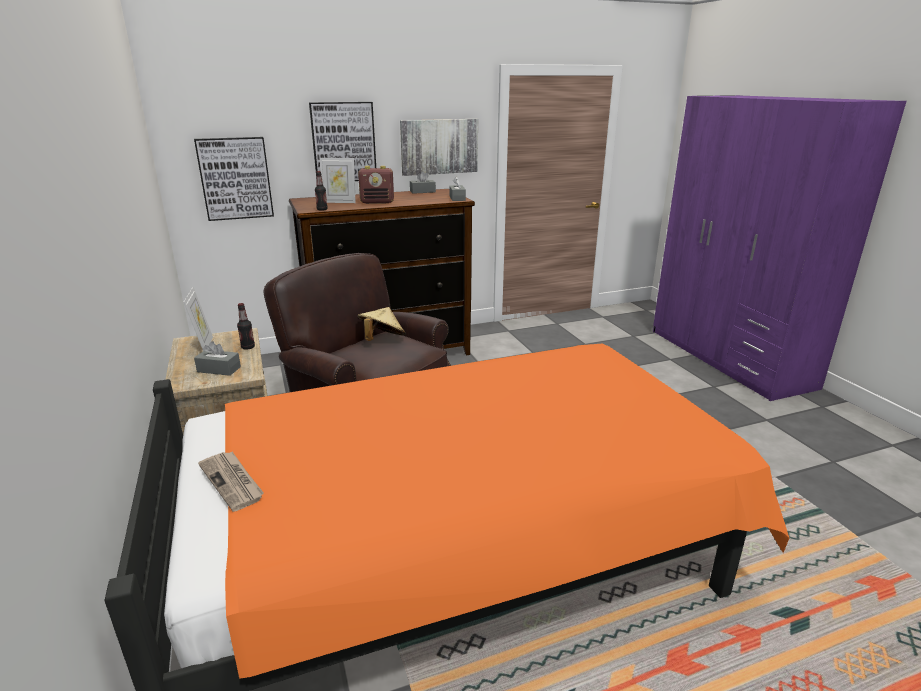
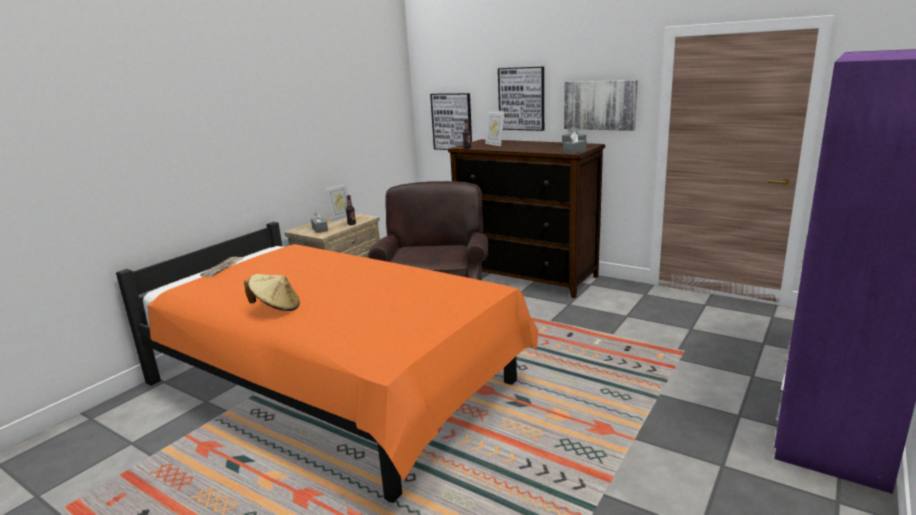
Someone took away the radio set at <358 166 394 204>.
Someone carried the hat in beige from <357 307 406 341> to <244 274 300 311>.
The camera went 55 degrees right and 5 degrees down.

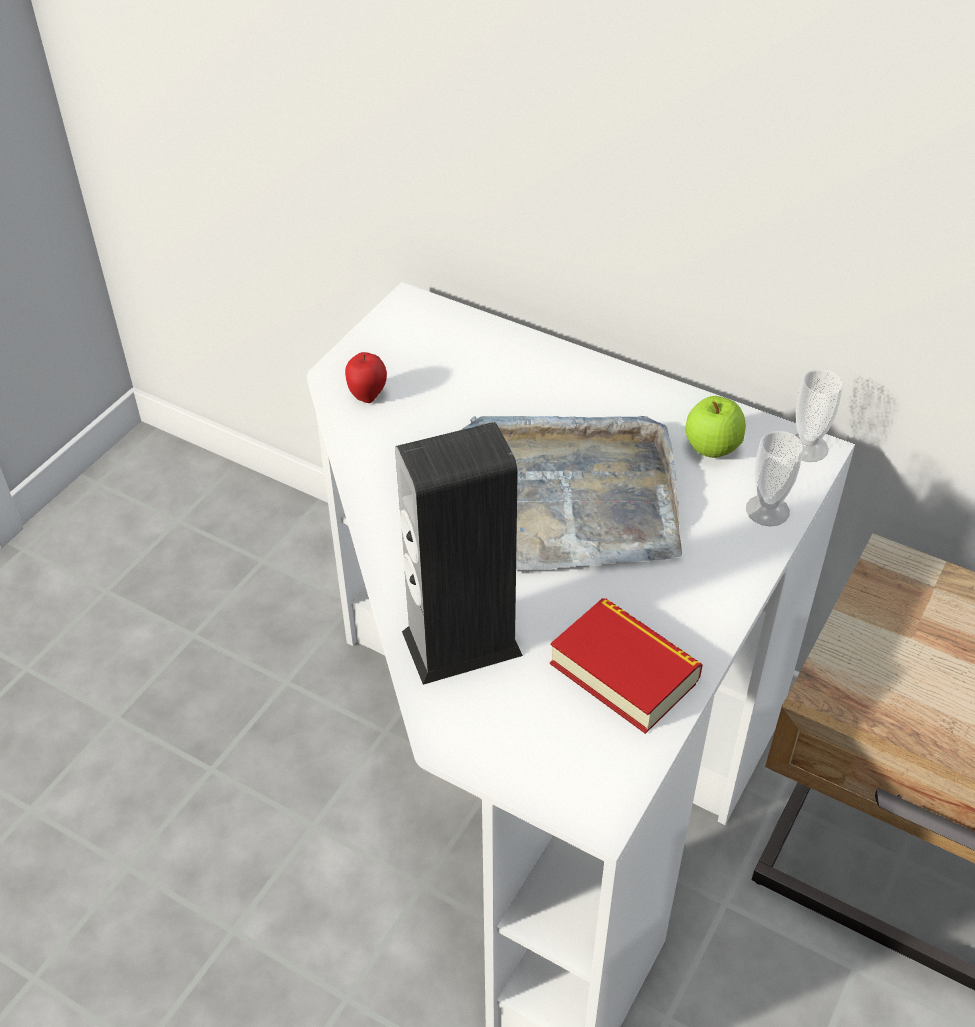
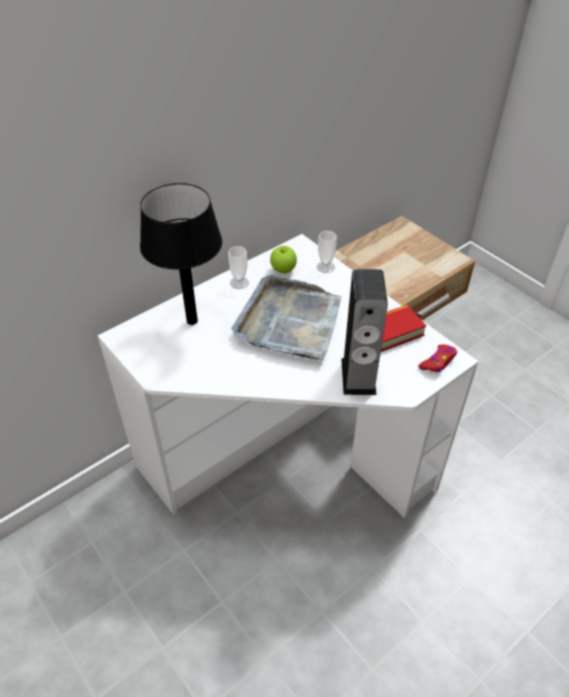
Someone took away the whole apple at <345 352 387 403>.
Someone put down the table lamp in blackish at <140 183 222 325>.
Someone put down the gamepad in red-coloured at <418 345 457 372>.
Someone carried the cup from <795 369 843 462> to <228 246 249 289>.
The camera went 70 degrees left and 0 degrees up.

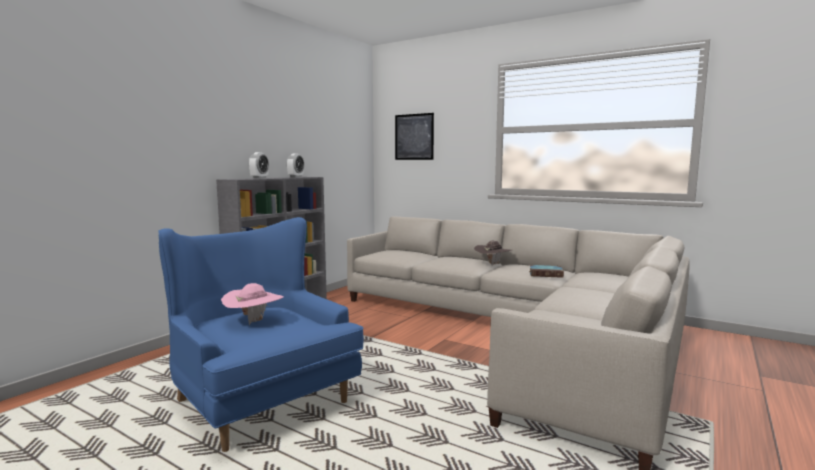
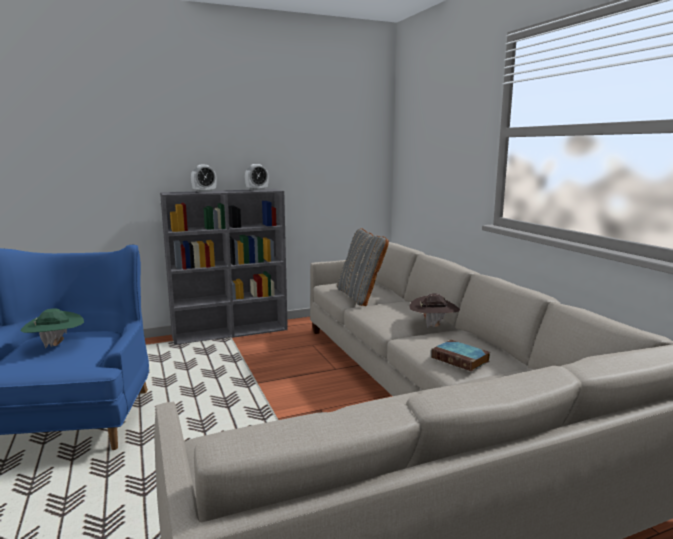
Someone took away the wall art at <395 113 434 160>.
Someone put down the pillow in grey at <337 228 389 306>.
Someone repainted the hat in pink-coloured at <221 283 284 325>, which became the hat in green at <21 308 84 348>.
The camera went 35 degrees right and 5 degrees up.

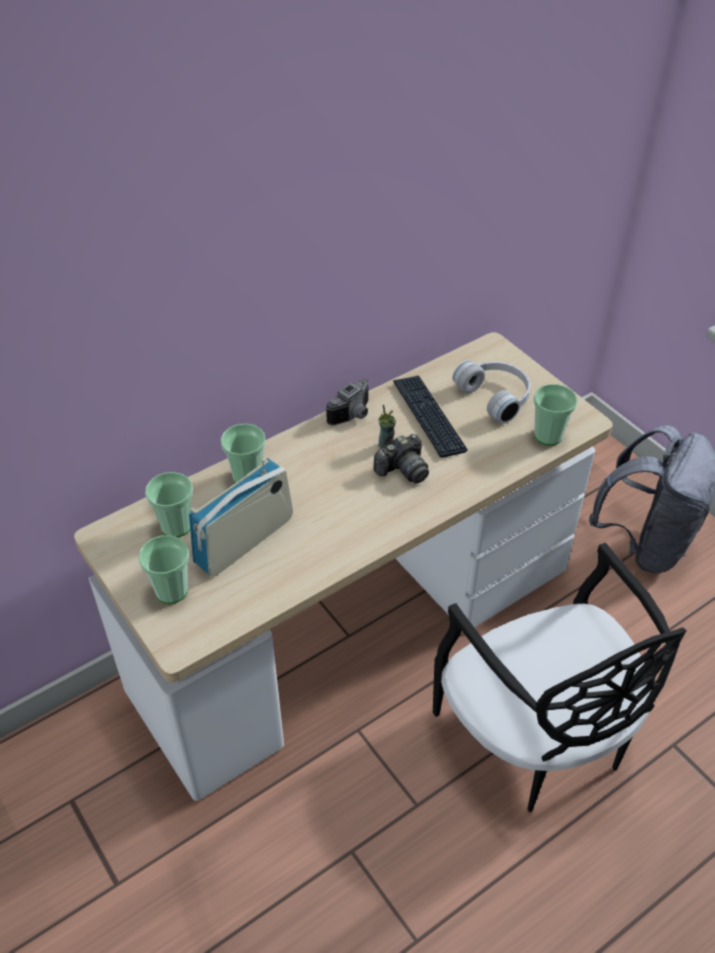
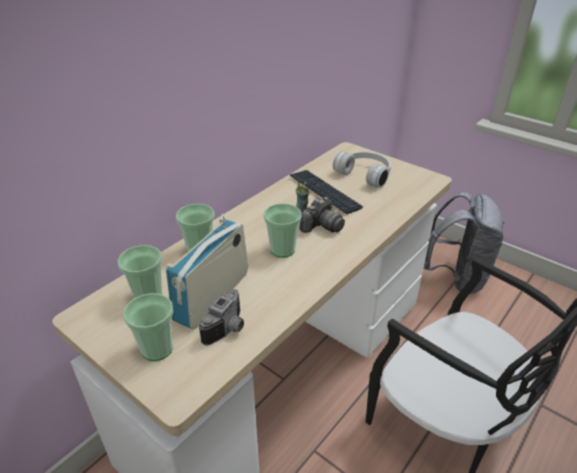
Someone carried the photo camera from <326 379 369 425> to <199 289 244 345>.
Someone carried the cup from <533 384 578 445> to <264 203 302 258>.
The camera went 15 degrees left and 10 degrees down.

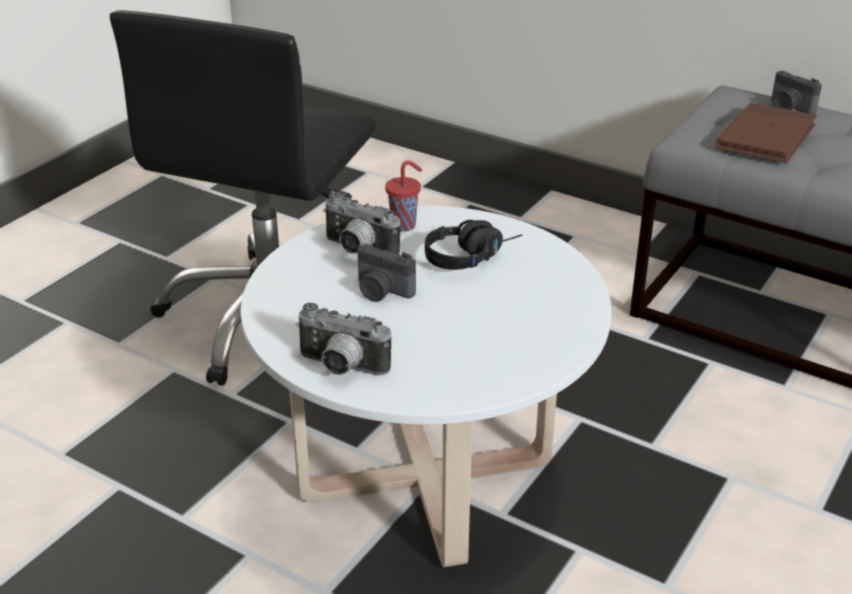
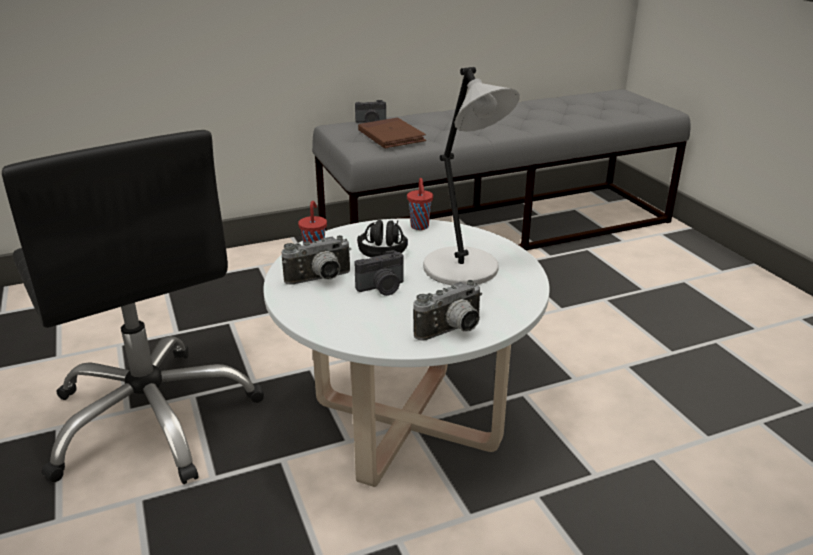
Someone put down the cup in red-coloured at <407 178 433 230>.
Someone put down the table lamp in grey at <423 67 520 285>.
The camera went 55 degrees left and 5 degrees down.

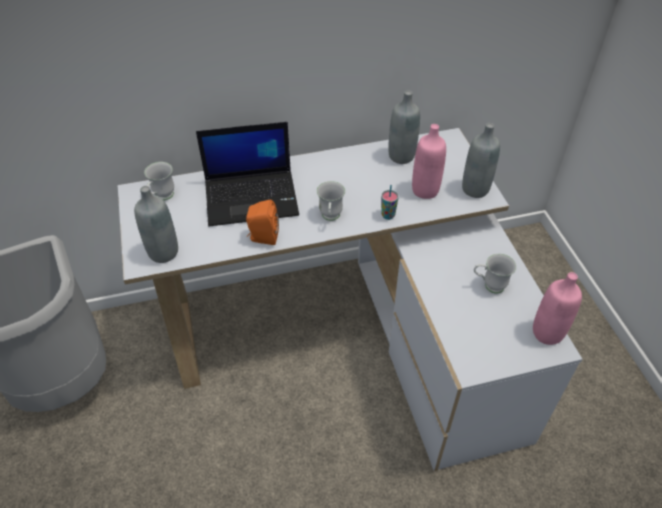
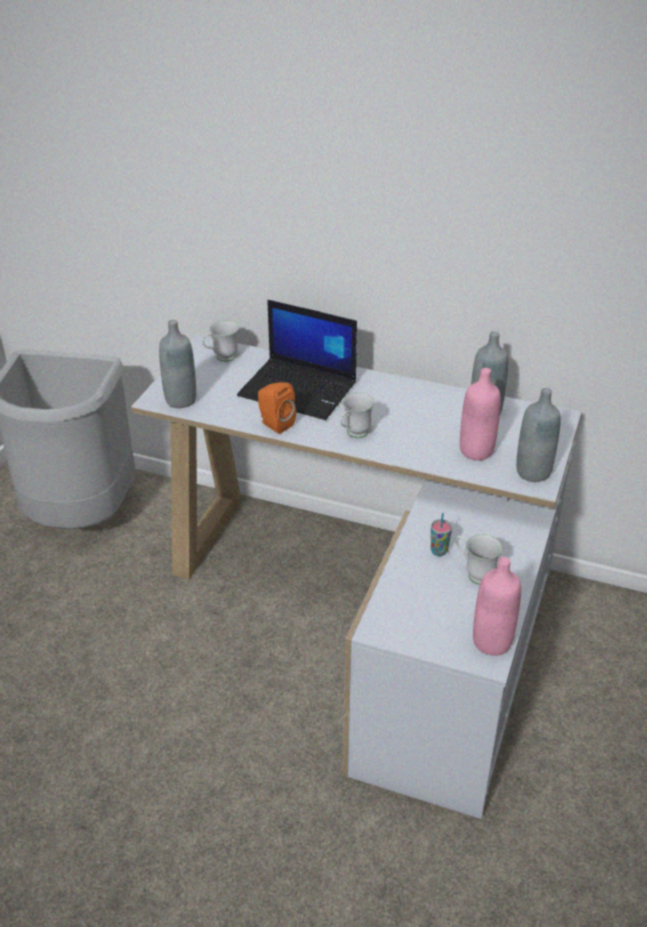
Someone carried the cup from <381 185 399 220> to <431 513 452 556>.
The camera went 35 degrees right and 10 degrees down.

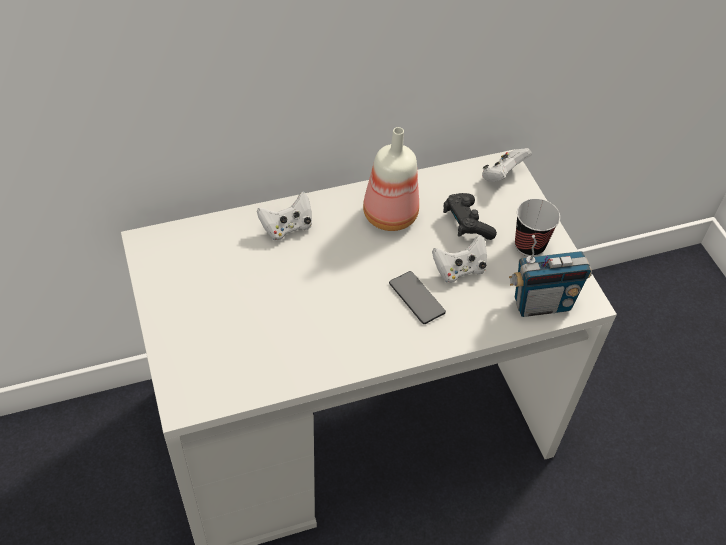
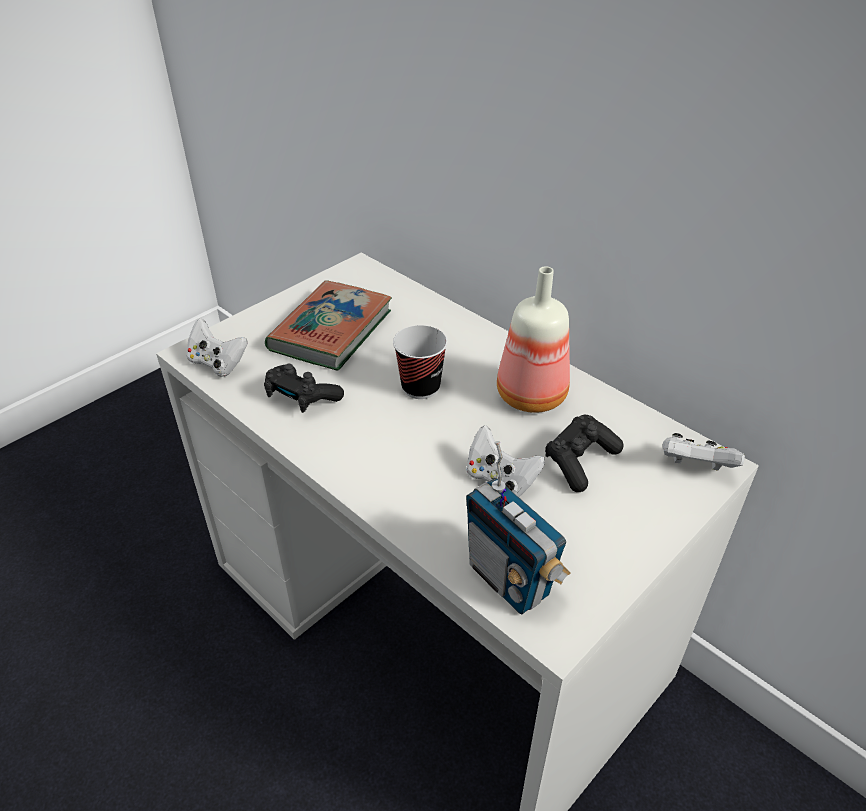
Someone took away the telephone at <389 271 446 324>.
Someone put down the gamepad in blackish at <264 364 344 413>.
Someone put down the book at <265 280 392 370>.
Someone carried the gamepad in whitish from <257 192 312 241> to <186 318 248 377>.
Someone carried the cup from <515 199 560 257> to <393 325 448 399>.
The camera went 65 degrees right and 10 degrees down.

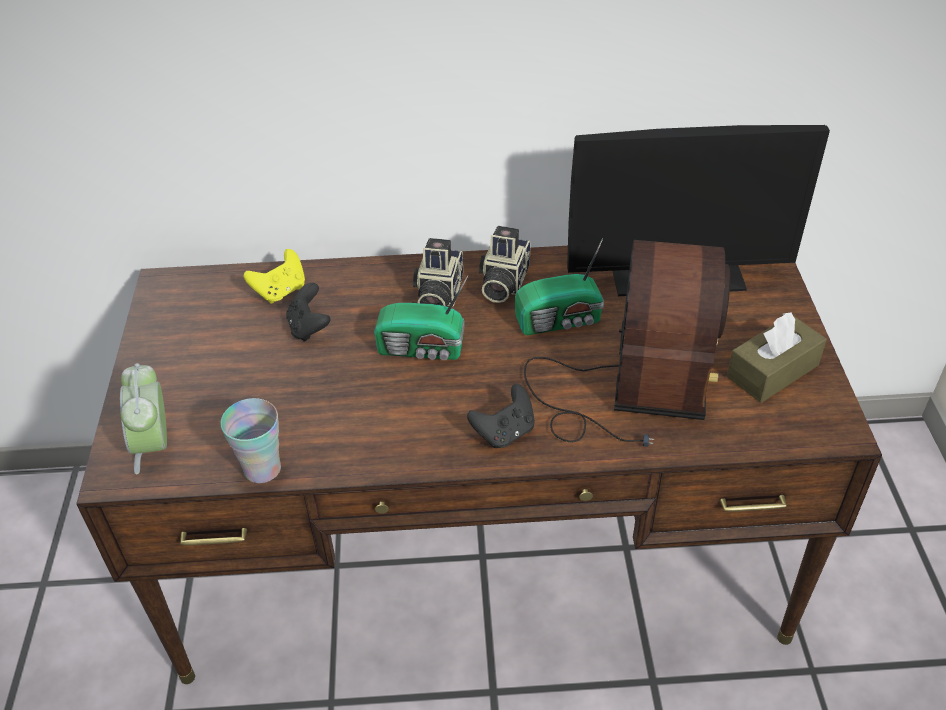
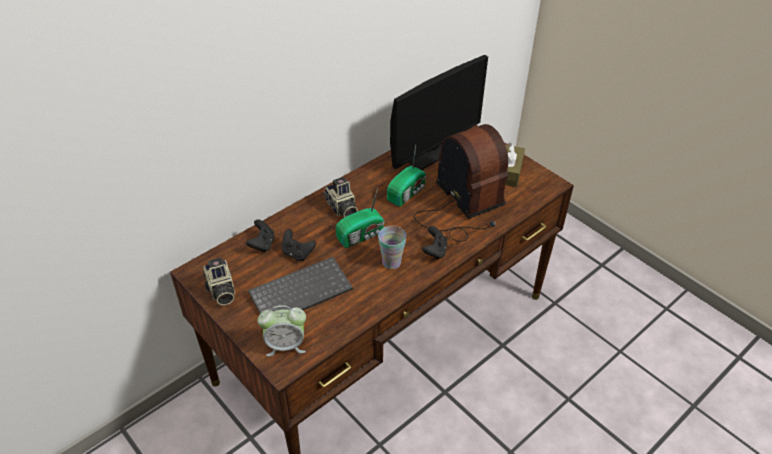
Someone put down the keyboard at <248 257 353 314>.
Someone carried the cup from <220 398 281 483> to <378 226 407 269>.
Someone carried the photo camera from <479 226 530 303> to <203 258 235 305>.
Someone repainted the gamepad in yellow-coloured at <244 249 305 304>, which became the gamepad in blackish at <246 220 275 253>.
Someone rotated the table clock at <120 363 167 474> by 45 degrees counterclockwise.
The camera went 40 degrees left and 0 degrees up.

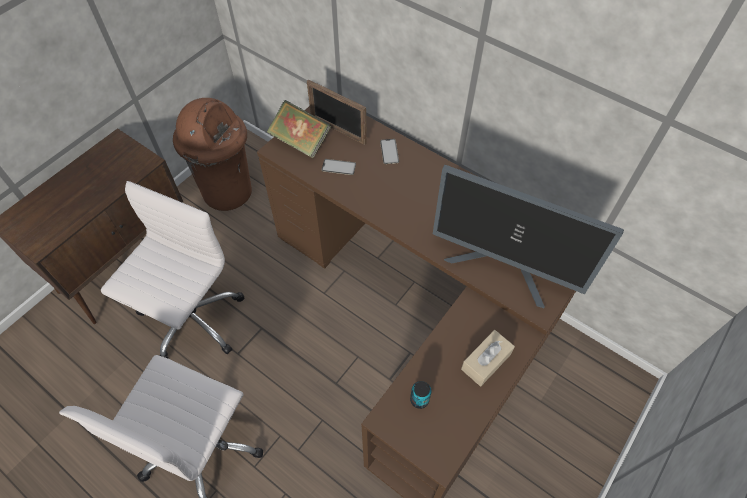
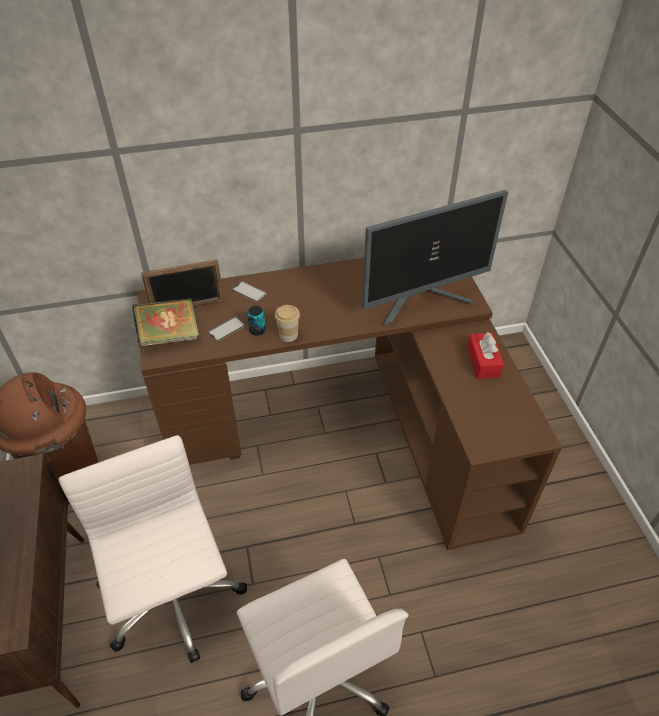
Someone put down the cup at <275 305 300 342>.
Someone carried the sealed can from <410 381 431 409> to <247 306 266 335>.
Someone repainted the box of tissues in beige at <461 330 515 387>, which became the box of tissues in red-coloured at <467 332 504 379>.
The camera went 50 degrees left and 10 degrees down.

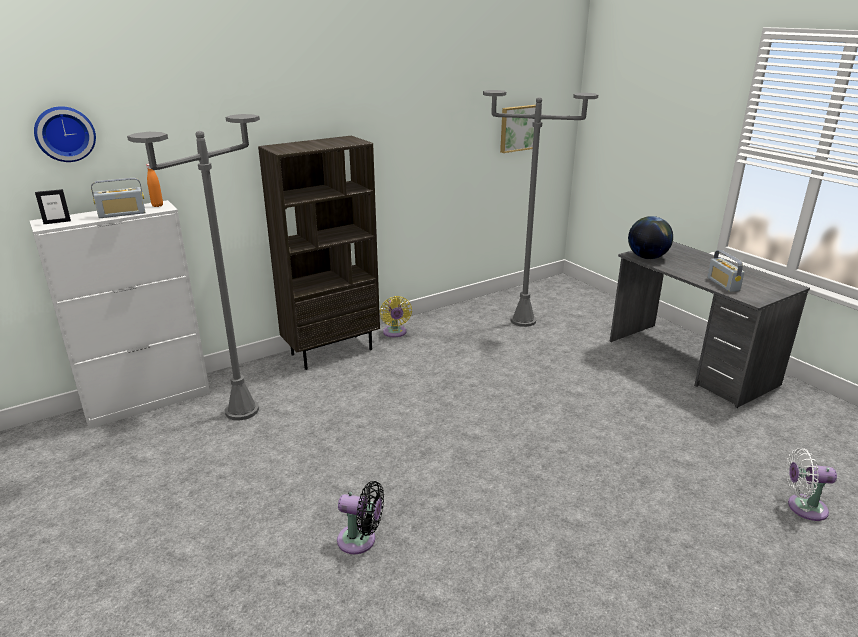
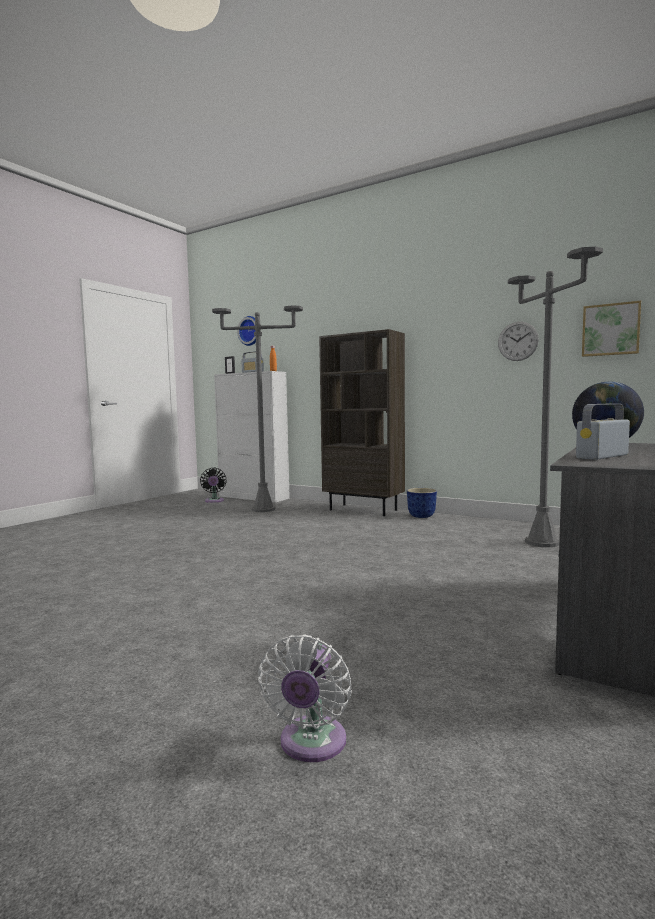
Someone put up the wall clock at <498 322 539 361>.
Someone carried the fan in blackish from <337 481 384 554> to <200 467 226 503>.
Someone swapped the fan in yellow-coloured at <380 296 412 337> for the plant pot at <407 488 437 518>.
Someone rotated the fan in whitish at <786 448 837 521> by 150 degrees counterclockwise.
The camera went 65 degrees right and 20 degrees down.

